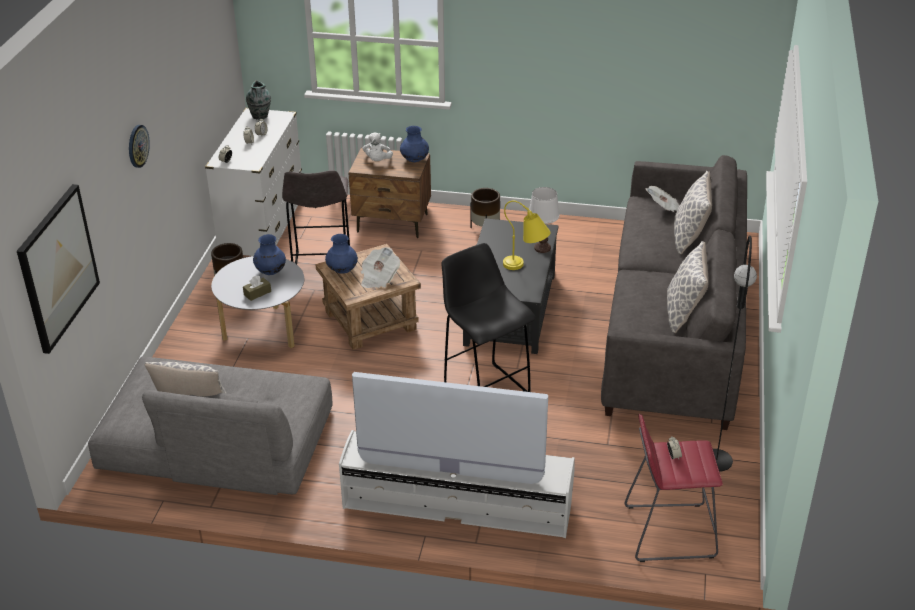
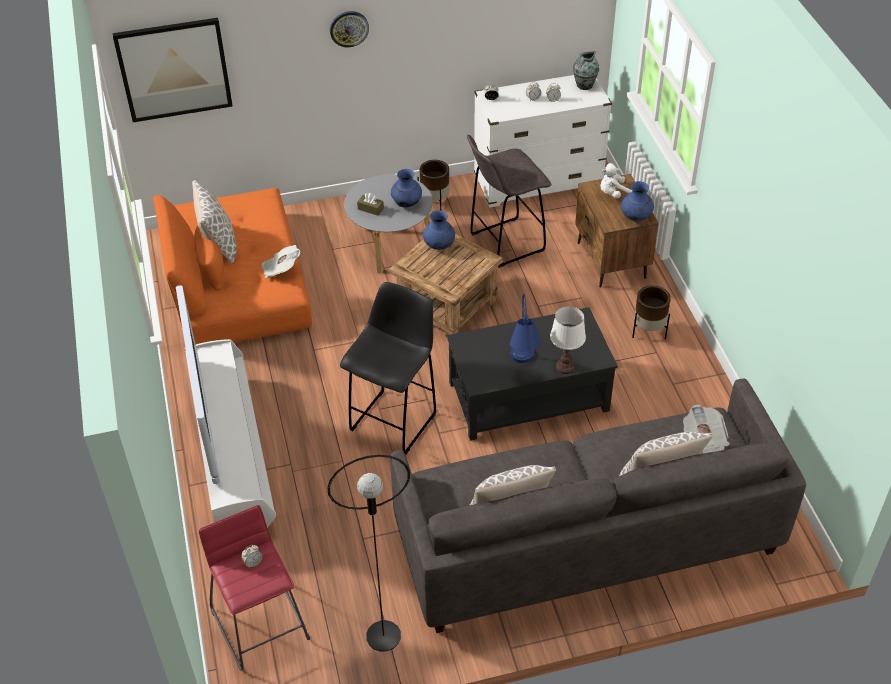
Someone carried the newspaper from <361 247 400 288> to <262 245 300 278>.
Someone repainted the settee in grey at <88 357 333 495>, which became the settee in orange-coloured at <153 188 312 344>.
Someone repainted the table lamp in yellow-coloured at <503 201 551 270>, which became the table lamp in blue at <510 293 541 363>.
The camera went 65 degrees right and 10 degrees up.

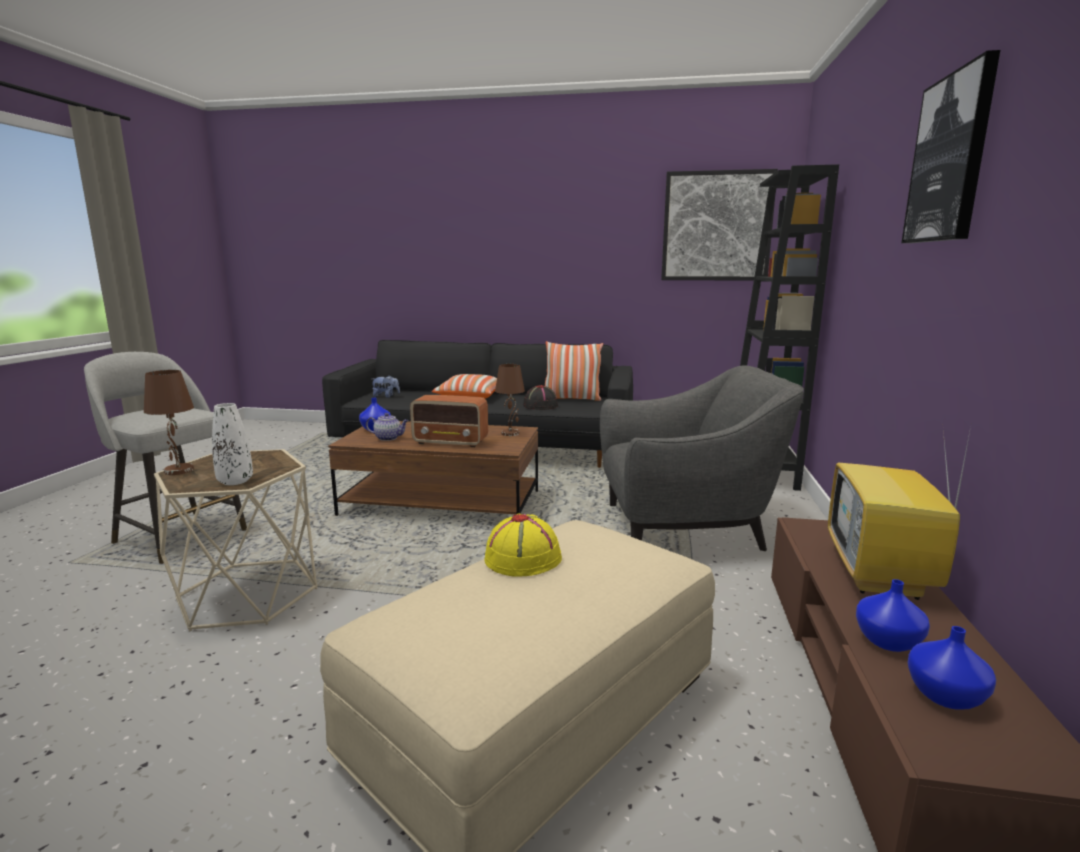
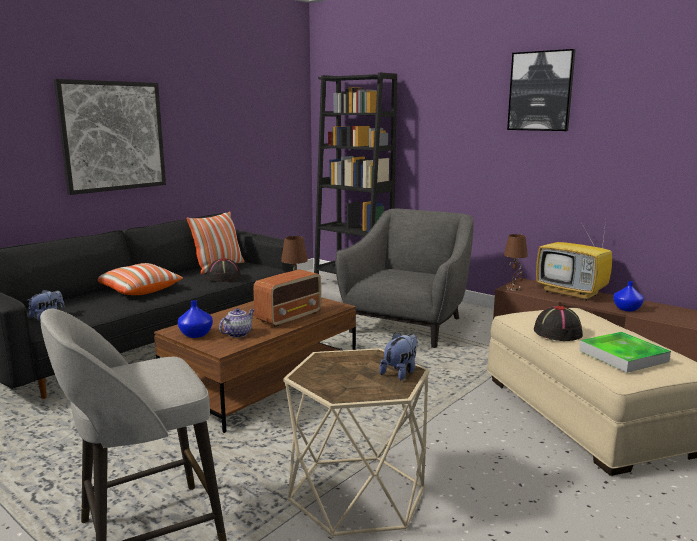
Someone took away the flower vase in blue at <908 626 996 710>.
Someone put down the tray at <579 332 671 373>.
Someone carried the table lamp in brown from <144 370 194 475> to <504 234 528 291>.
Someone carried the wall art from <661 169 778 281> to <54 79 166 195>.
Someone swapped the flower vase in whitish at <212 403 253 485> for the cuddly toy at <379 332 418 380>.
Someone repainted the hat in yellow-coloured at <485 514 562 577>, which became the hat in blackish at <534 306 583 341>.
The camera went 60 degrees left and 0 degrees up.

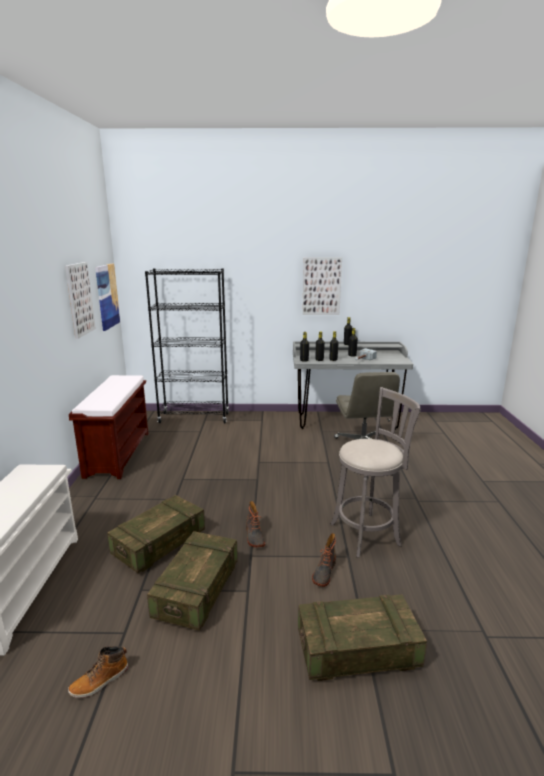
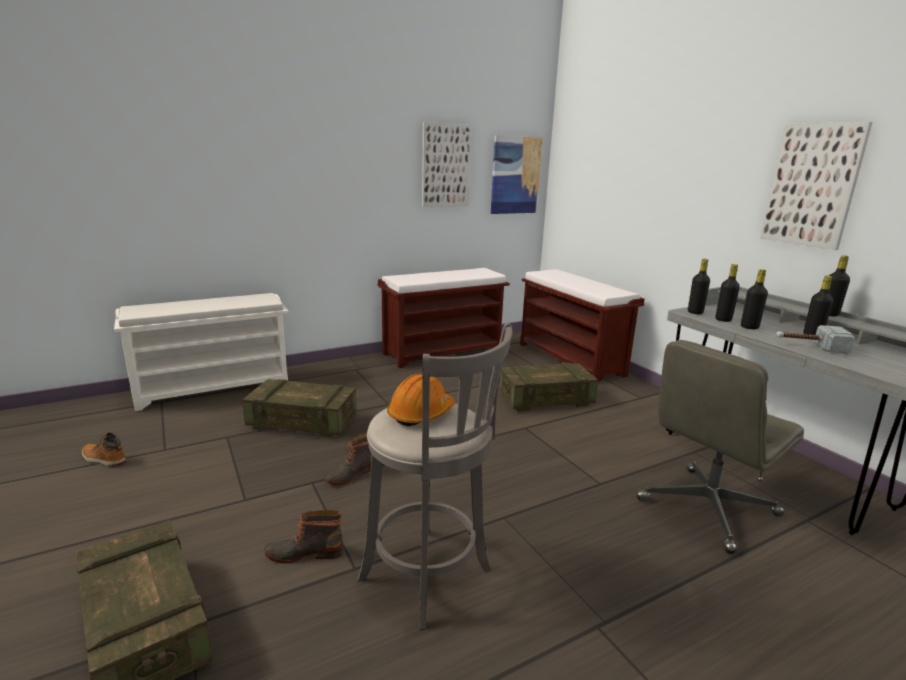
Someone put down the work helmet in orange-coloured at <387 374 455 426>.
Someone carried the packing crate from <147 531 238 631> to <499 363 598 411>.
Someone swapped the shelving unit in blackish at <145 268 229 424> for the long seat in brown at <520 269 645 382>.
The camera went 60 degrees right and 0 degrees up.

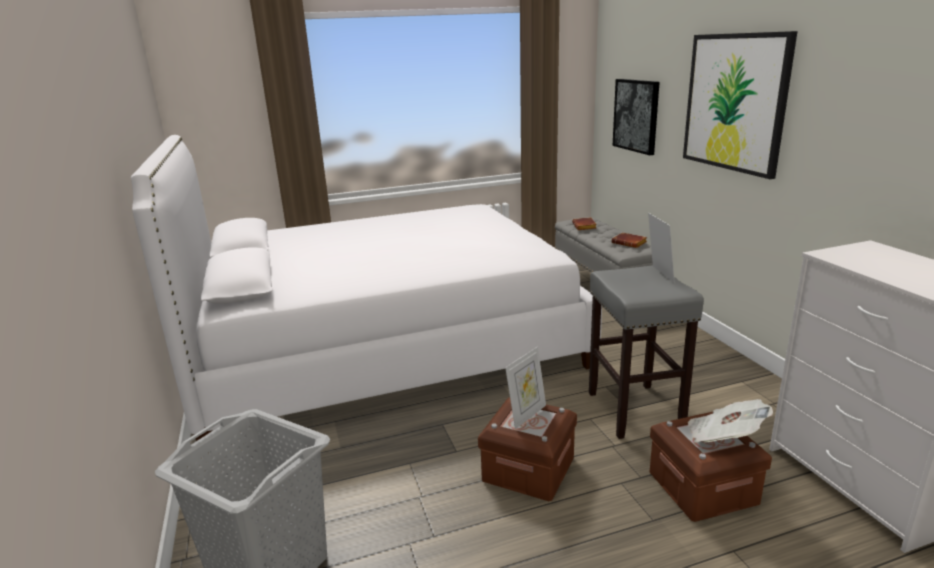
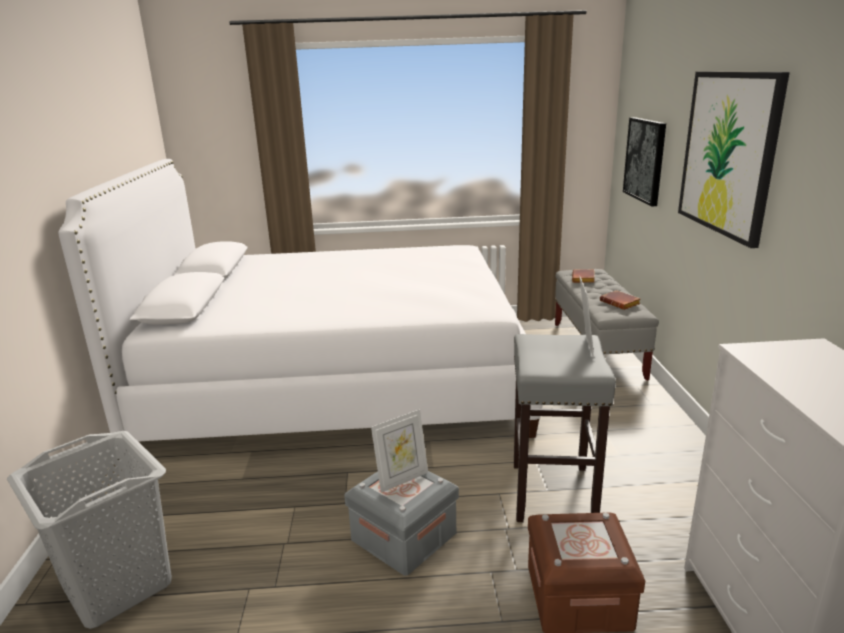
Someone took away the newspaper at <688 399 773 443>.
Someone repainted the storage container in brown at <478 397 577 501>, which became the storage container in grey at <344 471 459 576>.
The camera went 15 degrees right and 0 degrees up.

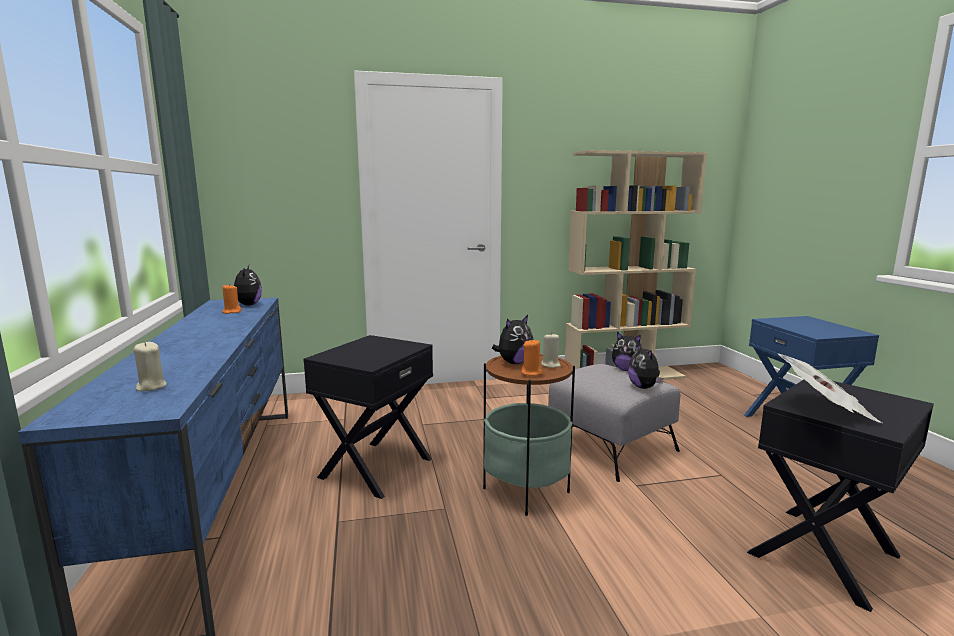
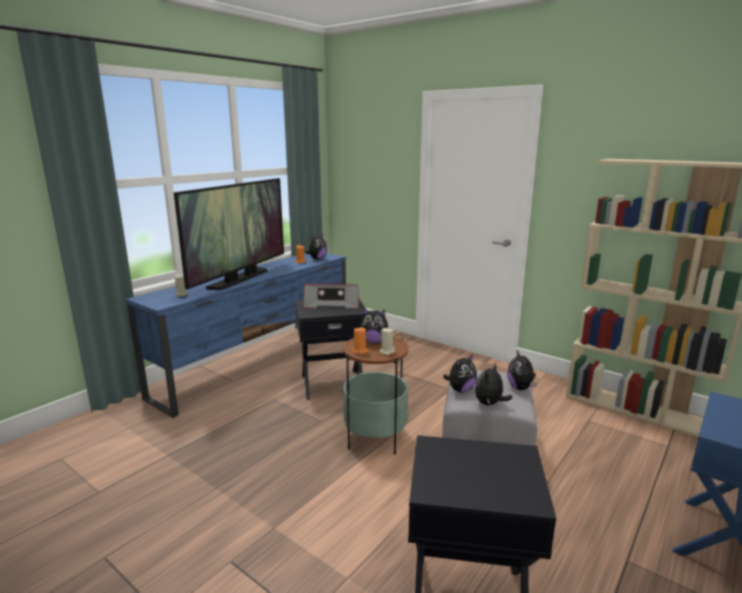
Someone took away the newspaper at <777 353 882 423>.
Someone put down the television at <174 178 284 290>.
Someone put down the radio set at <303 284 359 309>.
Someone put down the cuddly toy at <443 354 477 393>.
The camera went 50 degrees right and 5 degrees up.

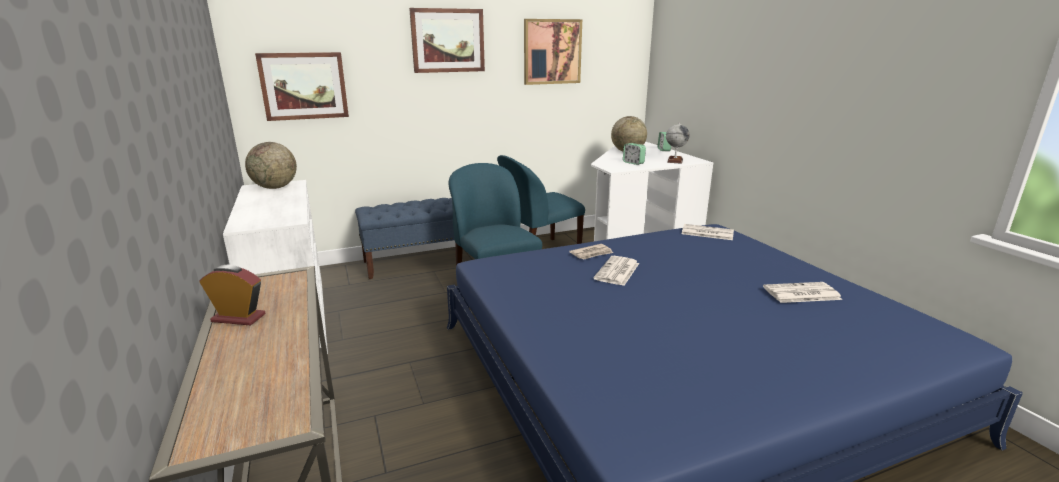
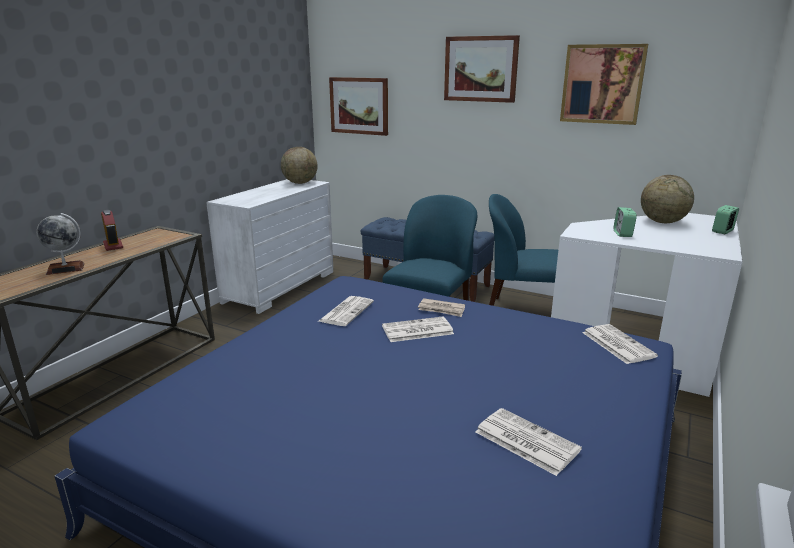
Someone put down the newspaper at <319 296 374 326>.
Someone carried the world globe from <666 122 690 164> to <36 213 84 275>.
The camera went 50 degrees right and 0 degrees up.

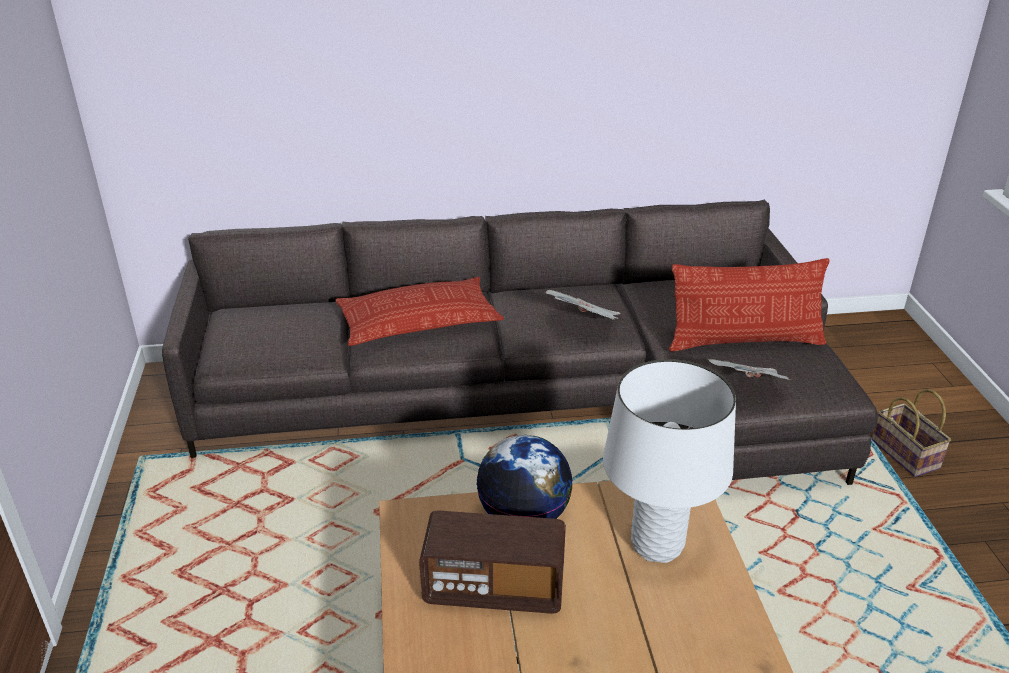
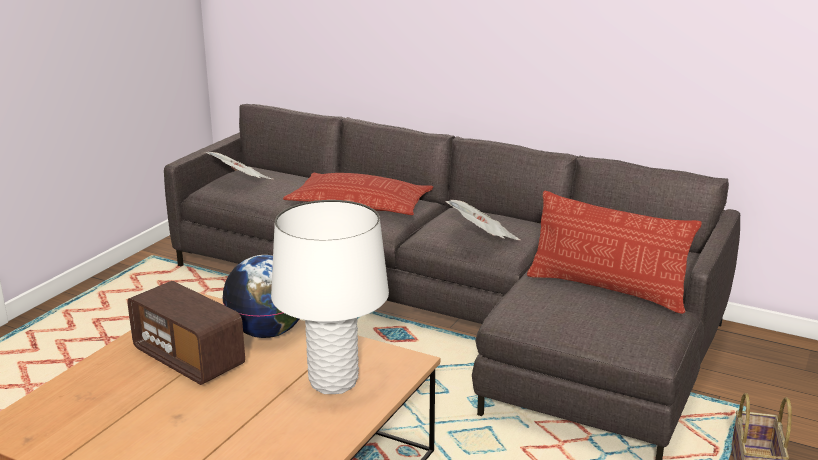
Someone carried the newspaper from <709 359 791 380> to <205 152 272 179>.
The camera went 35 degrees right and 10 degrees down.

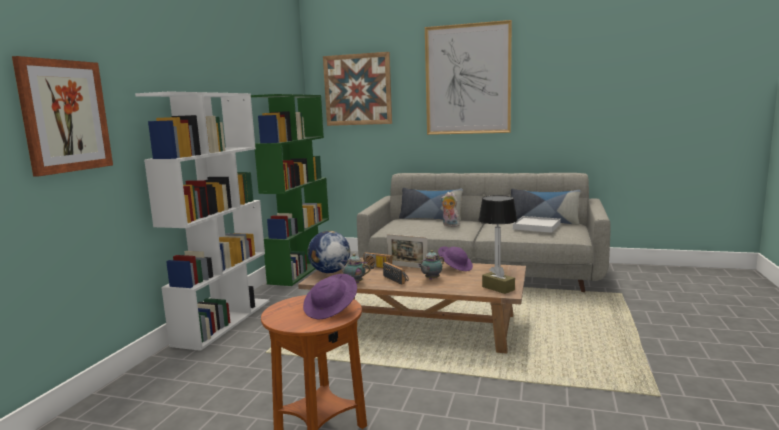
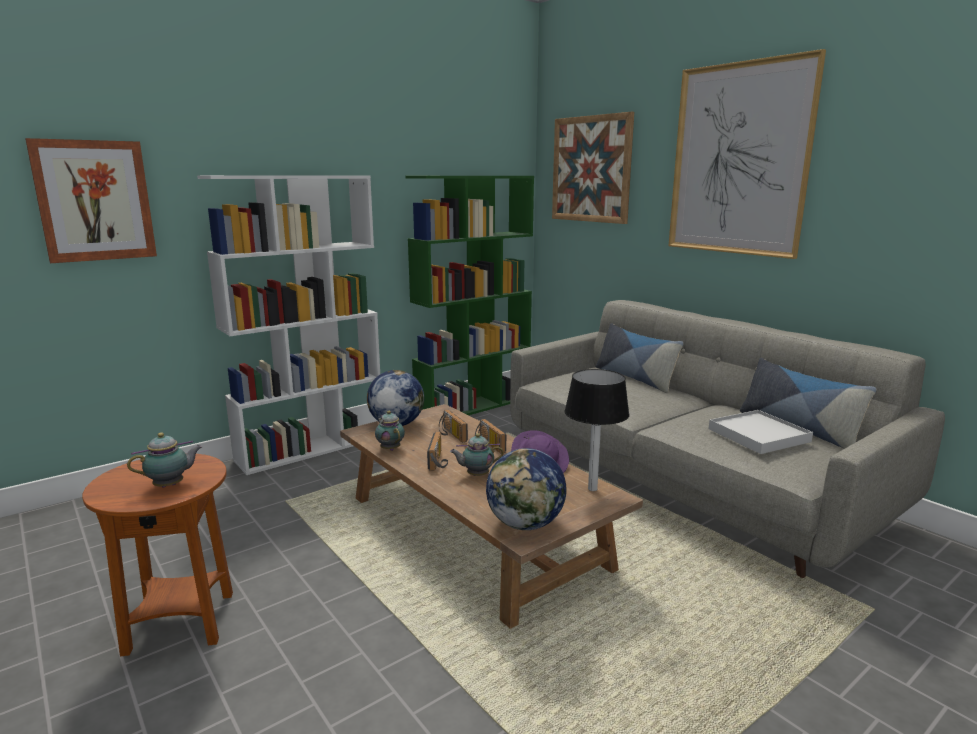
Someone took away the cuddly toy at <441 192 460 227>.
Someone swapped the hat in purple at <303 274 357 319> for the teapot at <127 432 202 488>.
Someone swapped the standing frame at <387 234 428 268> for the radio set at <475 419 506 454>.
Someone swapped the box of tissues in brown at <482 265 515 294> for the world globe at <486 448 566 530>.
The camera went 35 degrees right and 5 degrees up.

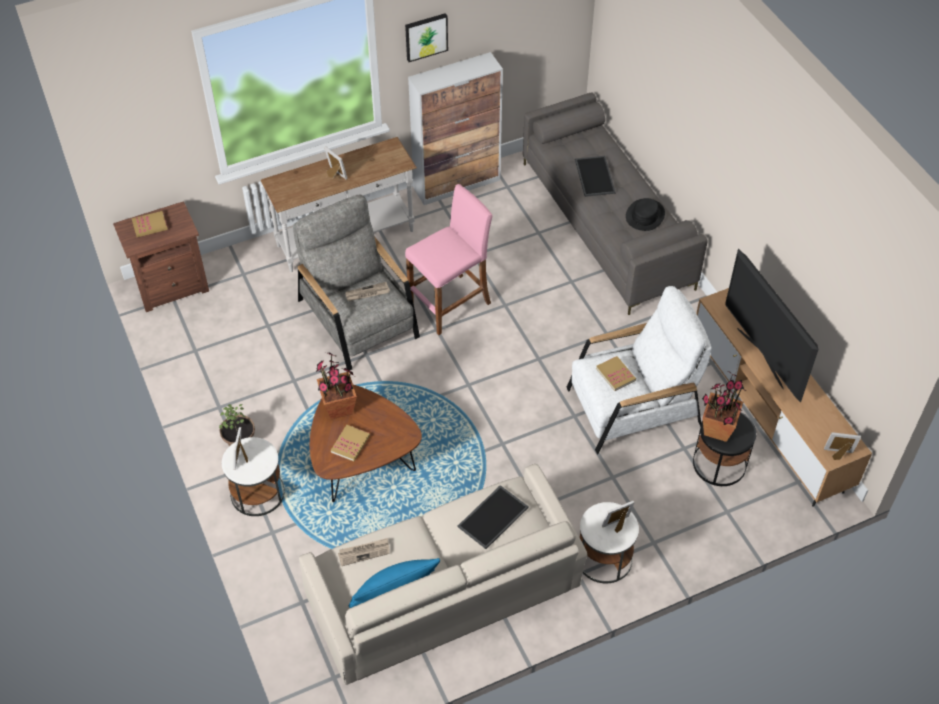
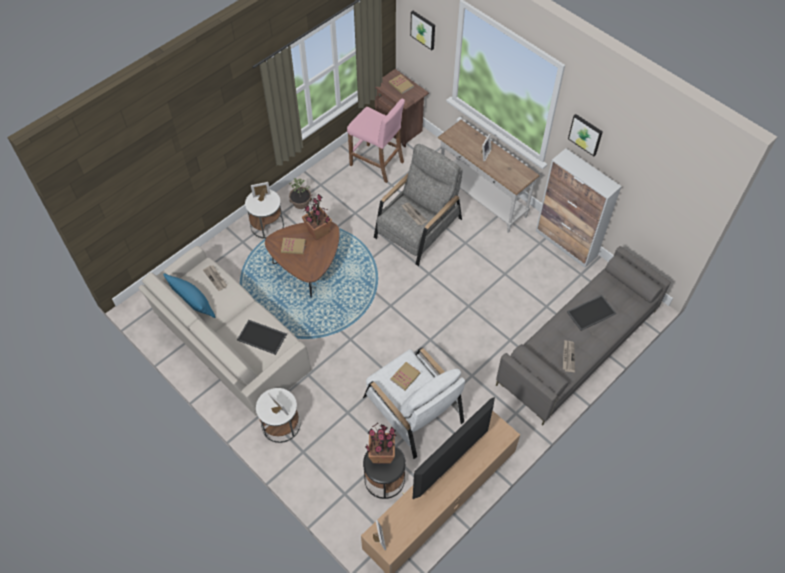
Someone put up the wall art at <410 11 435 50>.
Someone carried the sitting stool in pink-coloured from <405 184 492 335> to <347 99 405 183>.
Someone swapped the hat in blackish at <626 198 665 231> for the newspaper at <563 340 575 372>.
The camera went 70 degrees right and 5 degrees up.

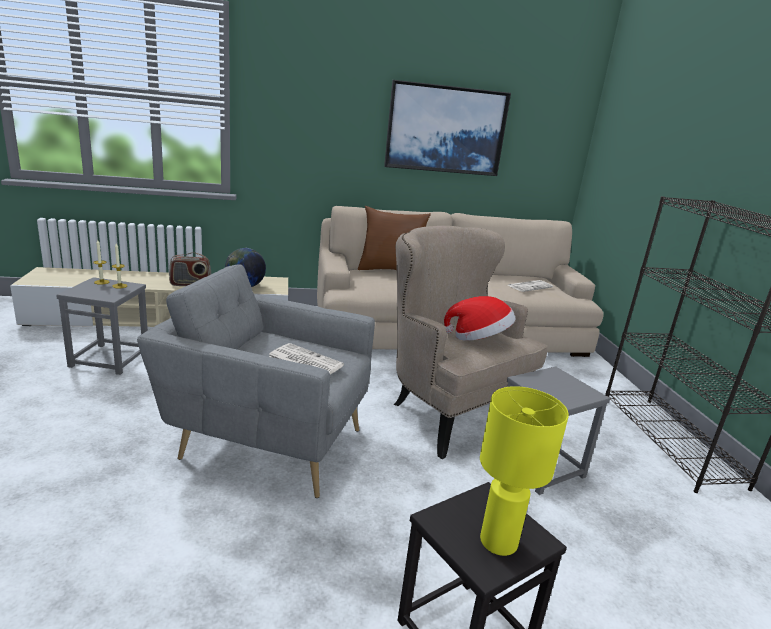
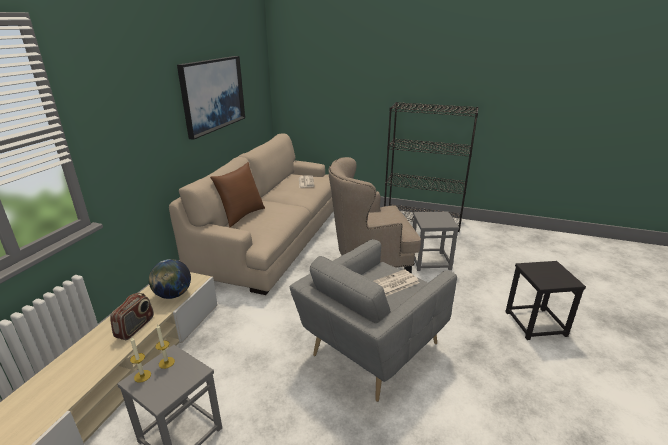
Someone took away the hat at <444 296 516 341>.
Someone took away the table lamp in yellow-coloured at <480 386 569 556>.
The camera went 60 degrees left and 5 degrees up.

